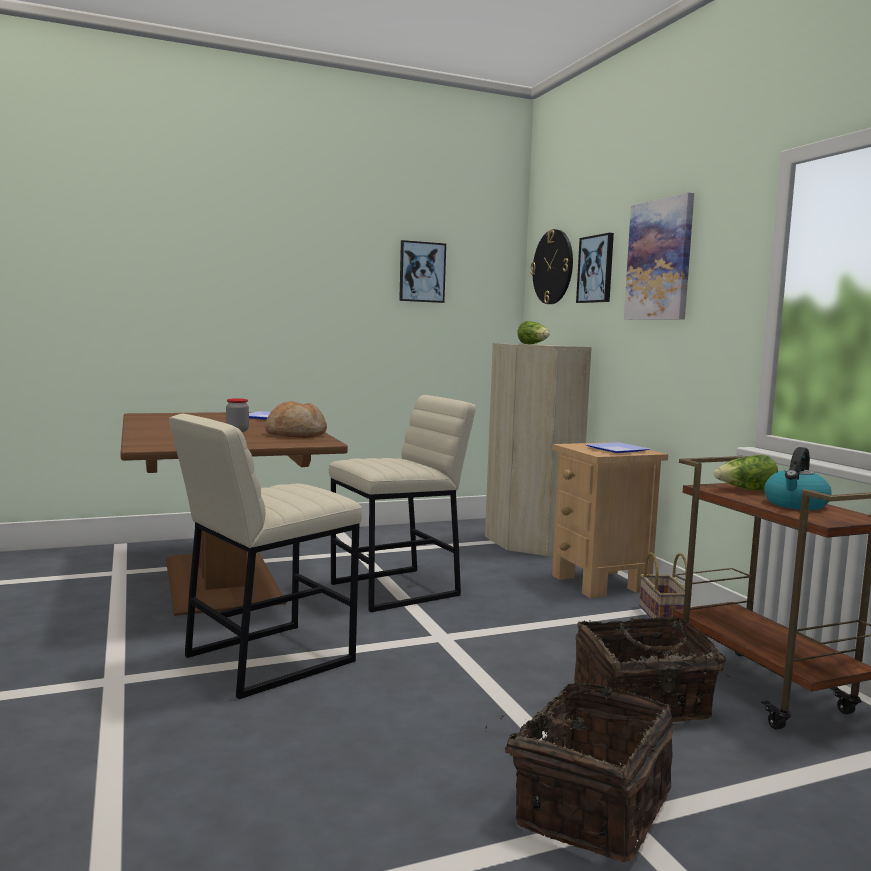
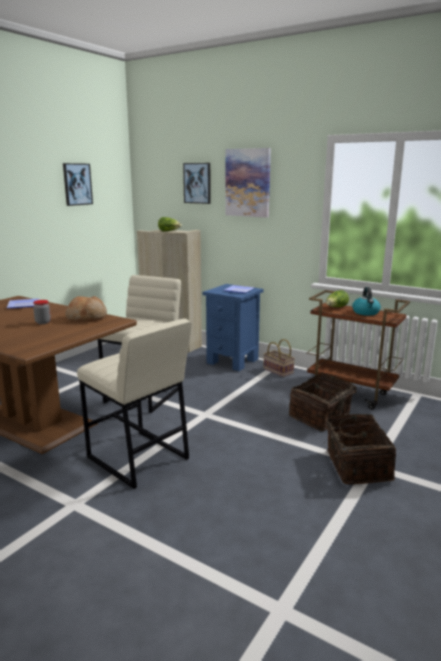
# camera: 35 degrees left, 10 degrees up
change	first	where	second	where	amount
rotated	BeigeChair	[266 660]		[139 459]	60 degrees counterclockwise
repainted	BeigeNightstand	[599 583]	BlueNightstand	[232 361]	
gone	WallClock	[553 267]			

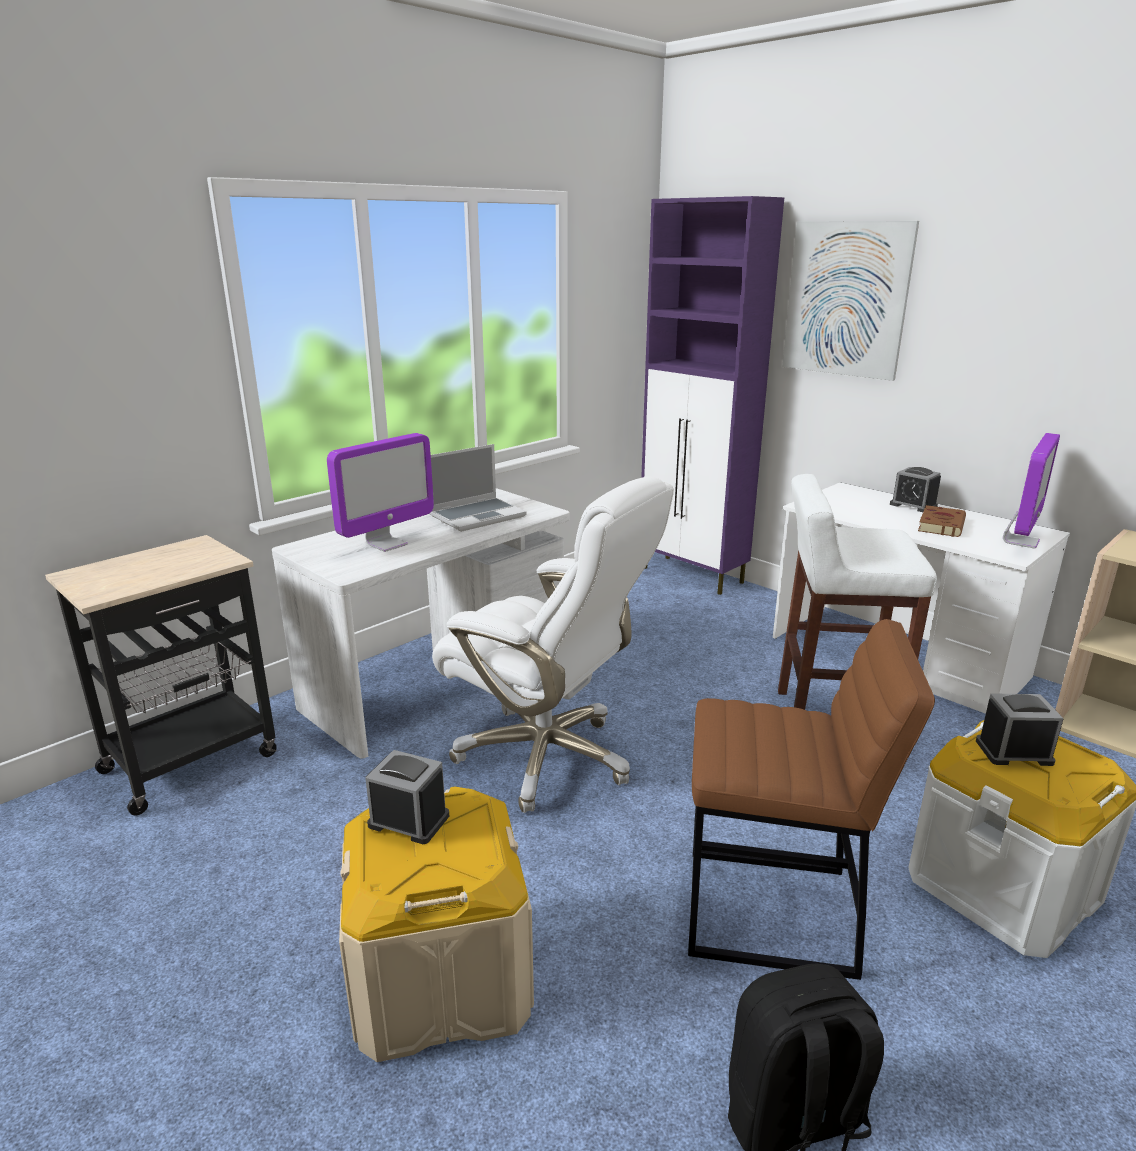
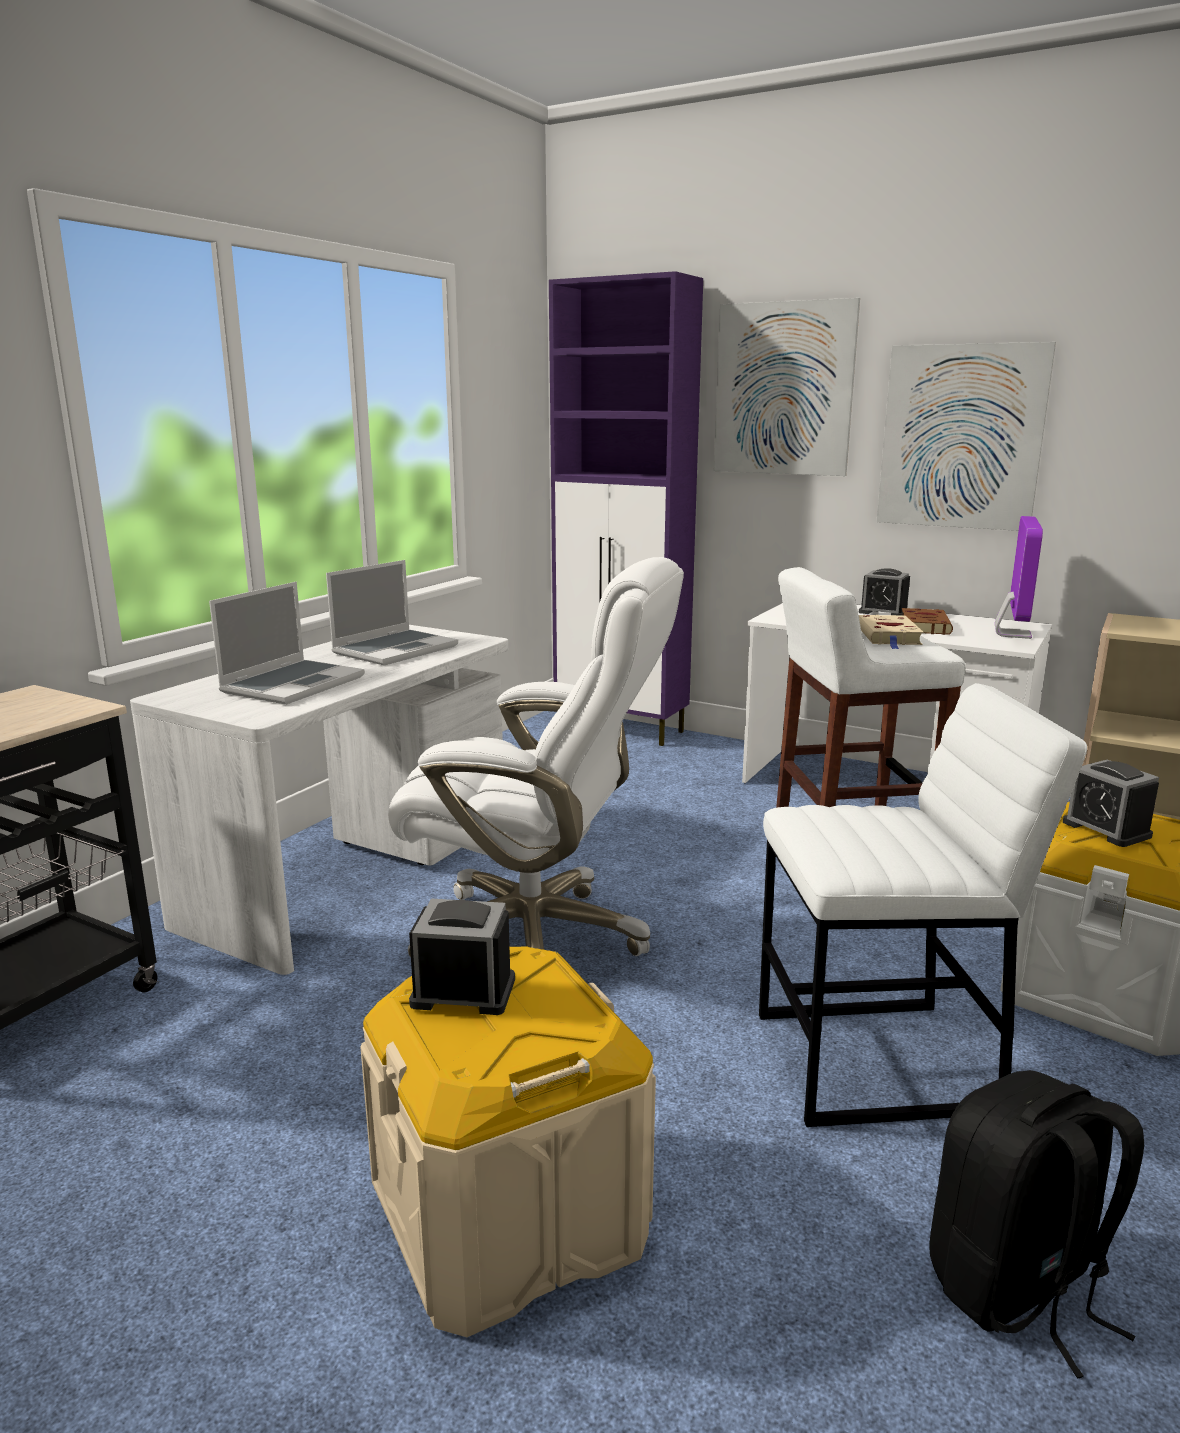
# camera: 15 degrees left, 5 degrees down
change	first	where	second	where	amount
swapped	Monitor	[387 544]	Laptop	[293 684]	
repainted	BrownChair	[775 911]	WhiteChair	[881 1060]	
new			BeigeBook	[888 636]	
new			Picture	[961 437]	
rotated	AlarmClock	[1014 752]		[1106 829]	105 degrees counterclockwise

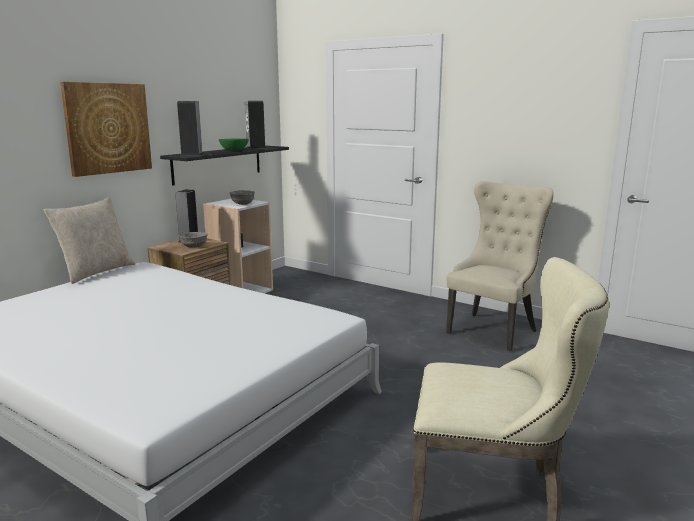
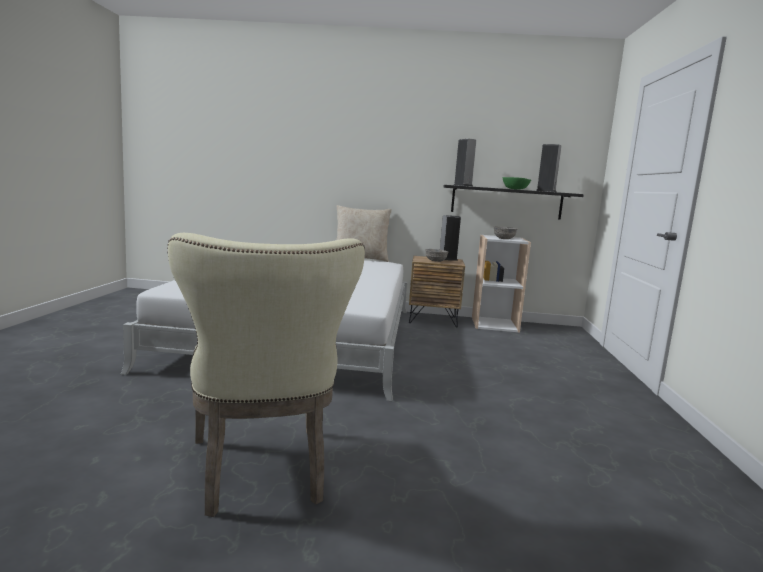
# camera: 60 degrees right, 5 degrees down
change	first	where	second	where	amount
gone	Picture	[108 128]			
gone	BeigeChair	[492 331]			

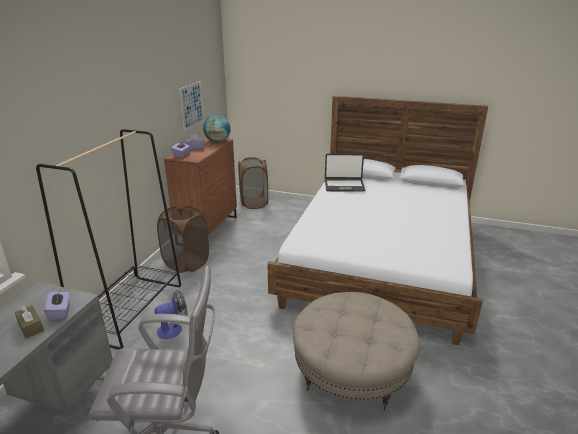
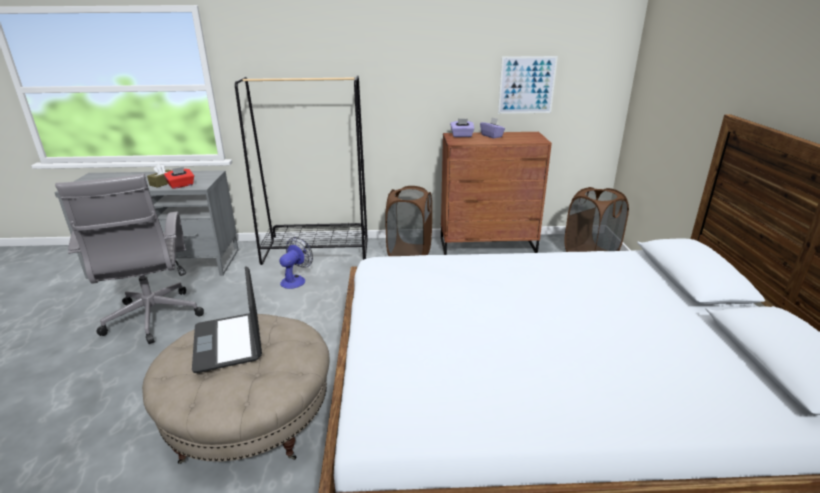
# camera: 70 degrees right, 0 degrees up
change	first	where	second	where	amount
repainted	PurpleTissueBox	[60 312]	RedTissueBox	[181 185]	
shifted	Laptop	[344 186]		[229 342]	
rotated	Fan	[174 329]		[296 280]	105 degrees counterclockwise
gone	Globe	[218 141]			

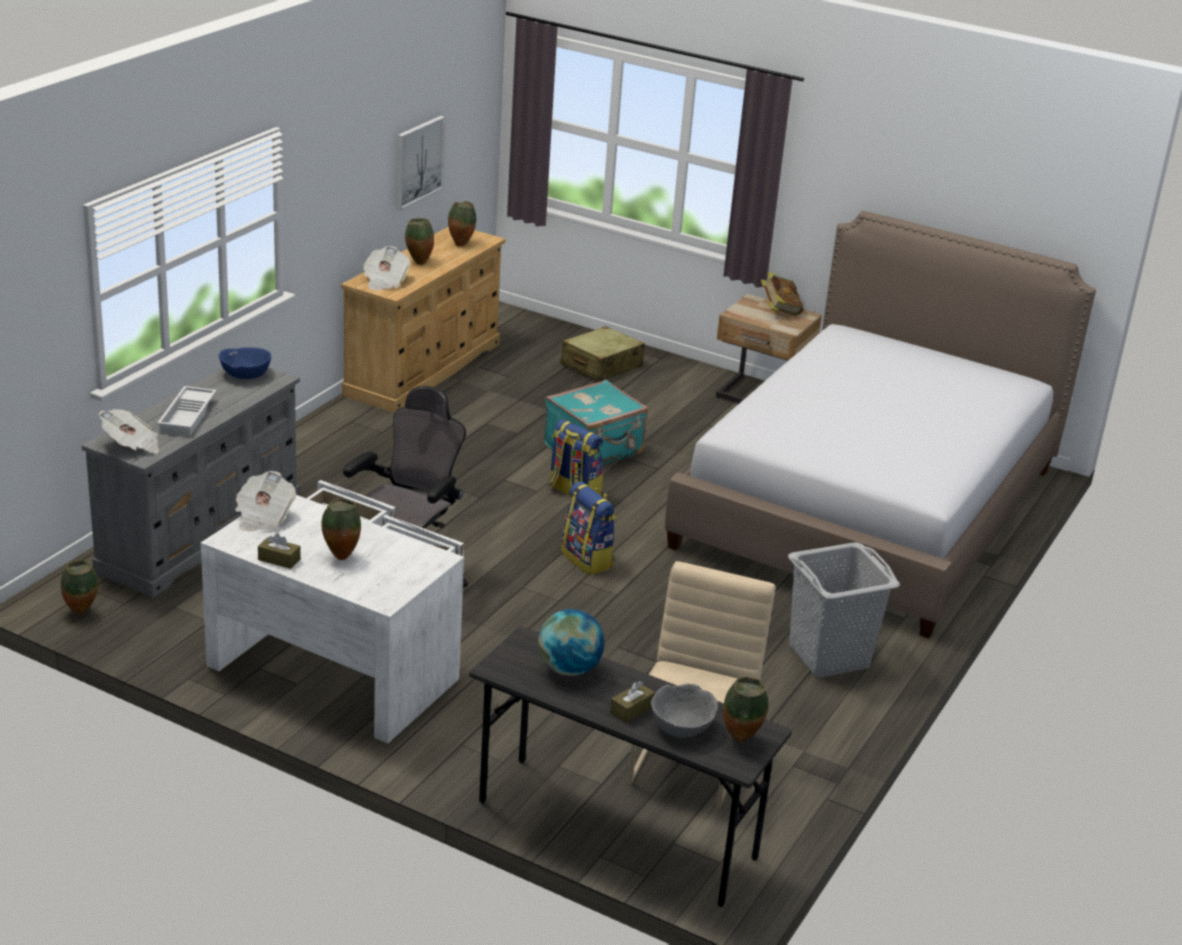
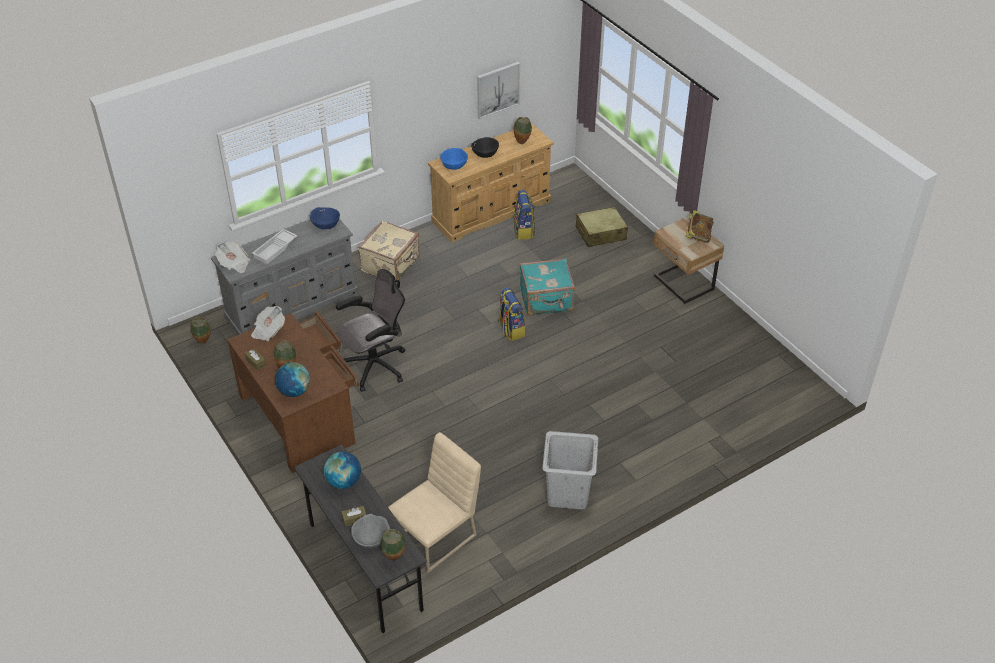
# camera: 30 degrees right, 15 degrees up
change	first	where	second	where	amount
repainted	WhiteDesk	[339 665]	BrownDesk	[302 415]	
new			Globe	[294 391]	
new			BeigeSuitcase	[391 264]	
swapped	Newspaper	[385 281]	BlueBowl	[454 165]	
swapped	Vase	[418 263]	BlackBowl	[485 153]	
shifted	Backpack	[588 560]		[524 231]	
gone	Bed	[868 507]			

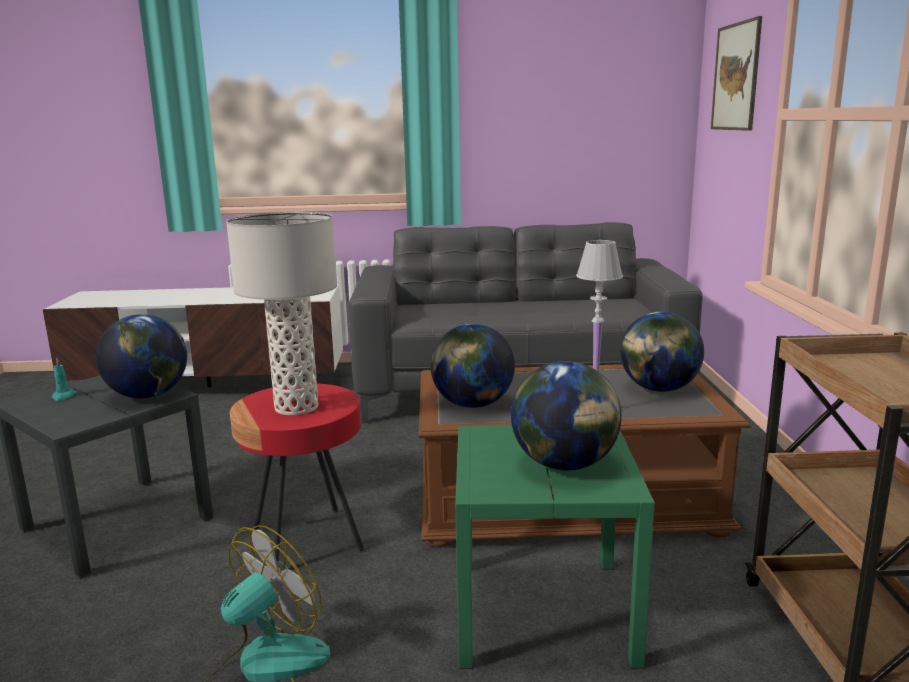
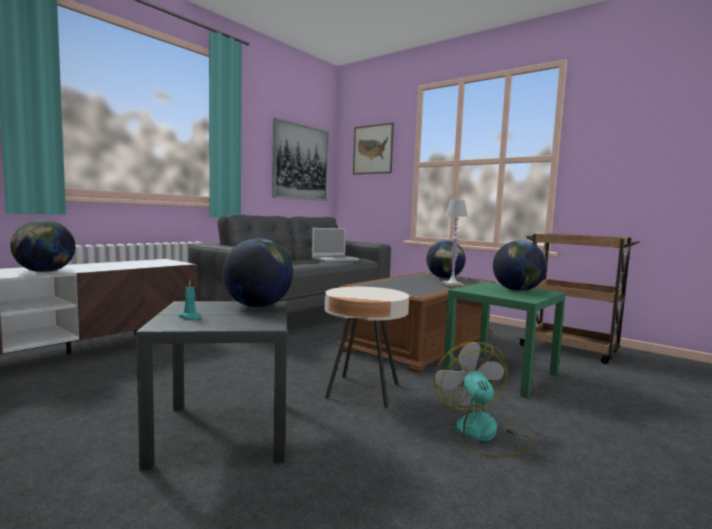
# camera: 50 degrees left, 10 degrees down
change	first	where	second	where	amount
shifted	Globe	[472 405]		[44 272]	
new			Picture	[300 162]	
new			Laptop	[335 259]	
repainted	RedSideTable	[307 540]	BeigeSideTable	[363 391]	
gone	WhiteTableLamp	[295 407]			

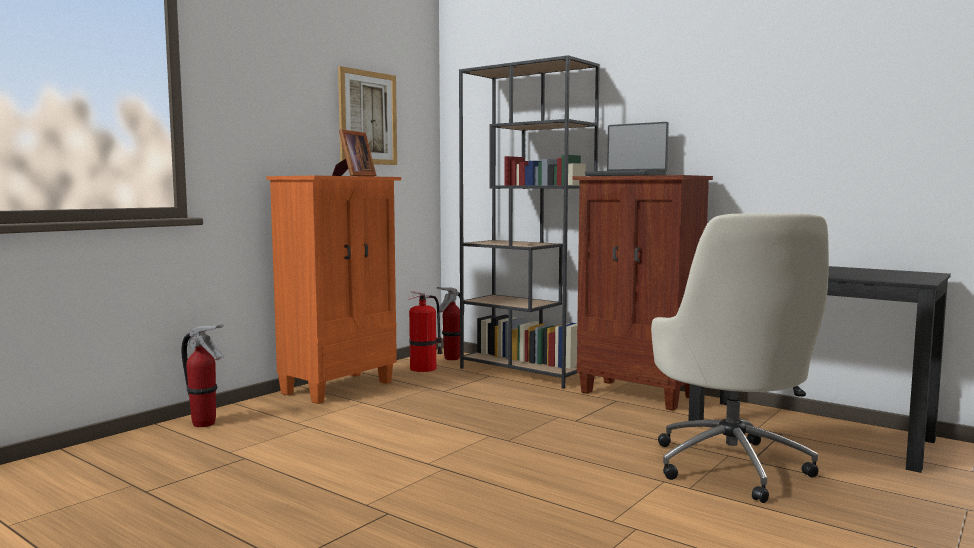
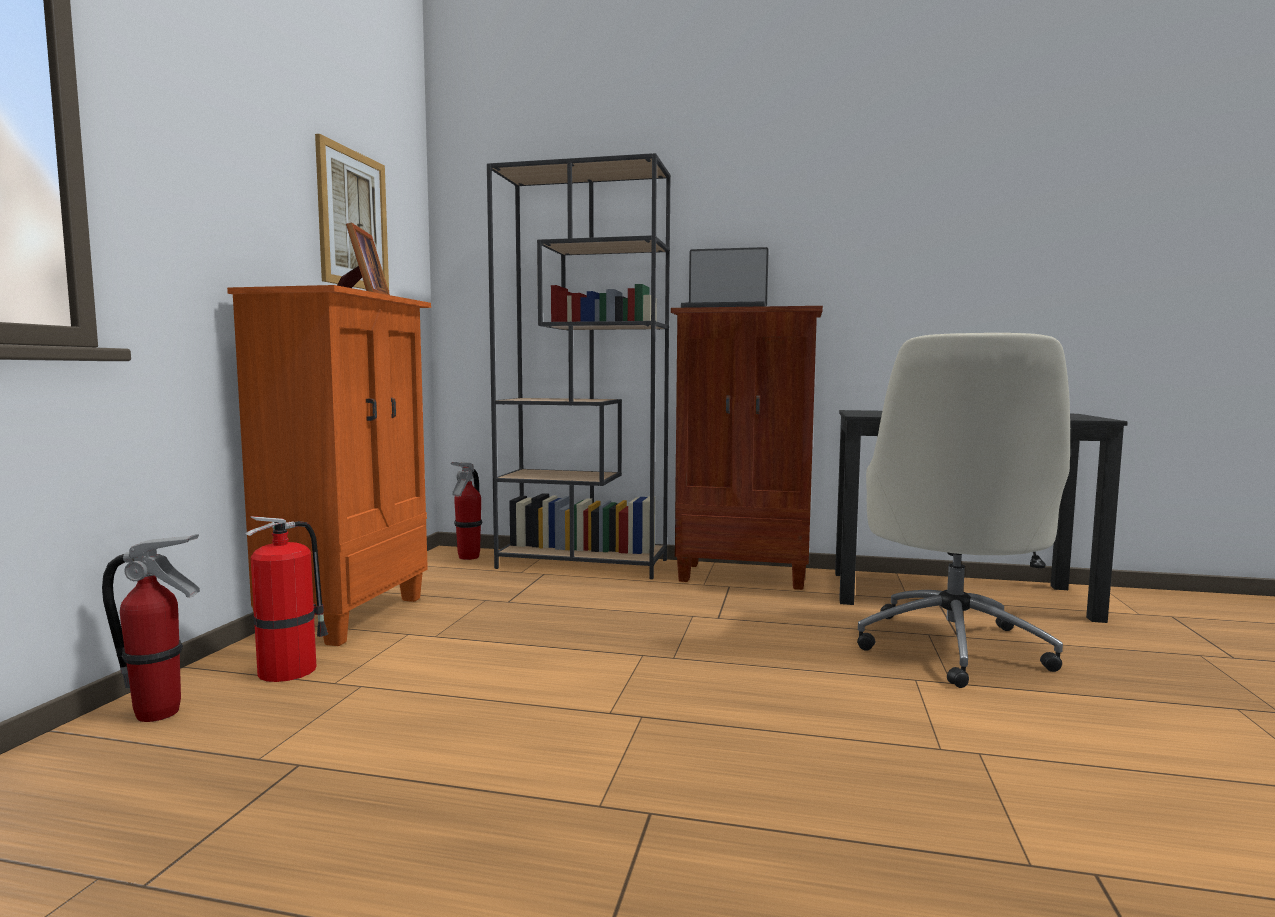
# camera: 25 degrees left, 0 degrees up
change	first	where	second	where	amount
shifted	FireExtinguisher	[424 368]		[290 669]	
rotated	BeigeOfficeChair	[731 467]		[952 648]	45 degrees clockwise

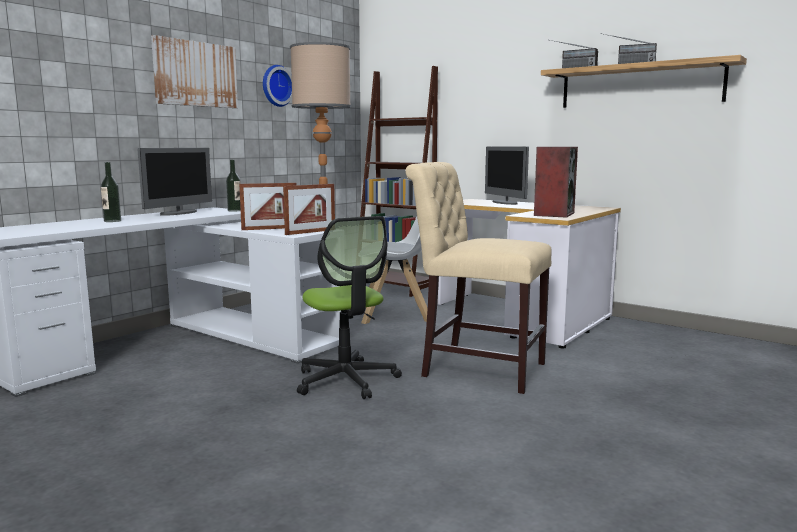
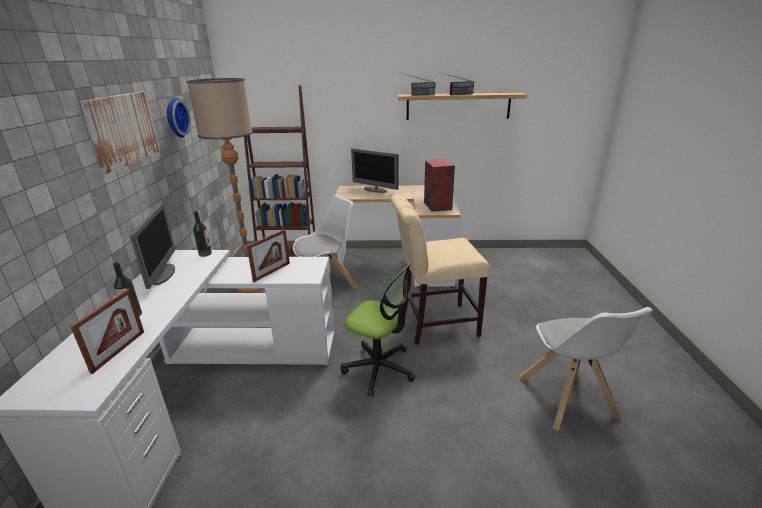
# camera: 35 degrees left, 15 degrees up
change	first	where	second	where	amount
shifted	PictureFrame	[310 232]		[119 351]	
new			Chair	[568 399]	

